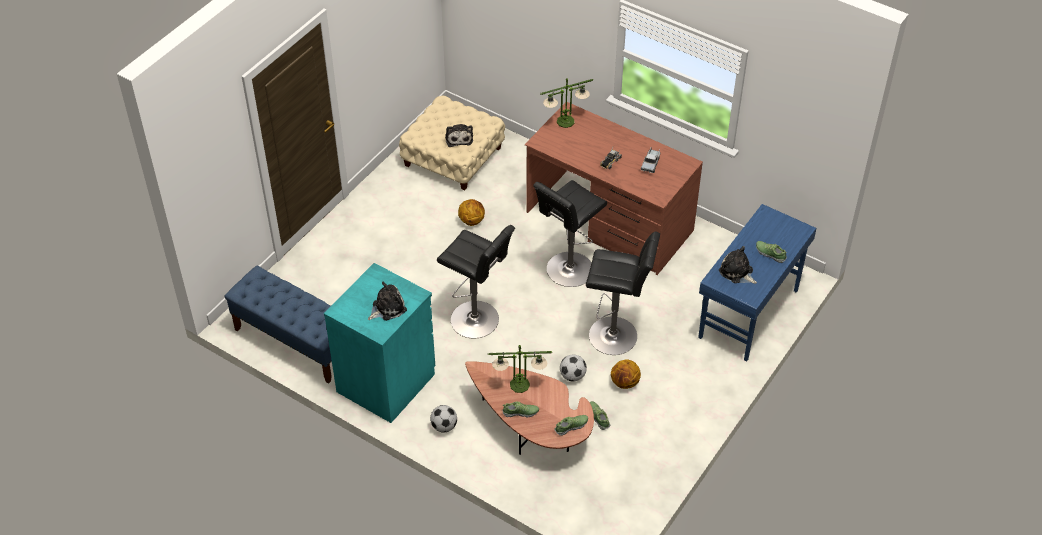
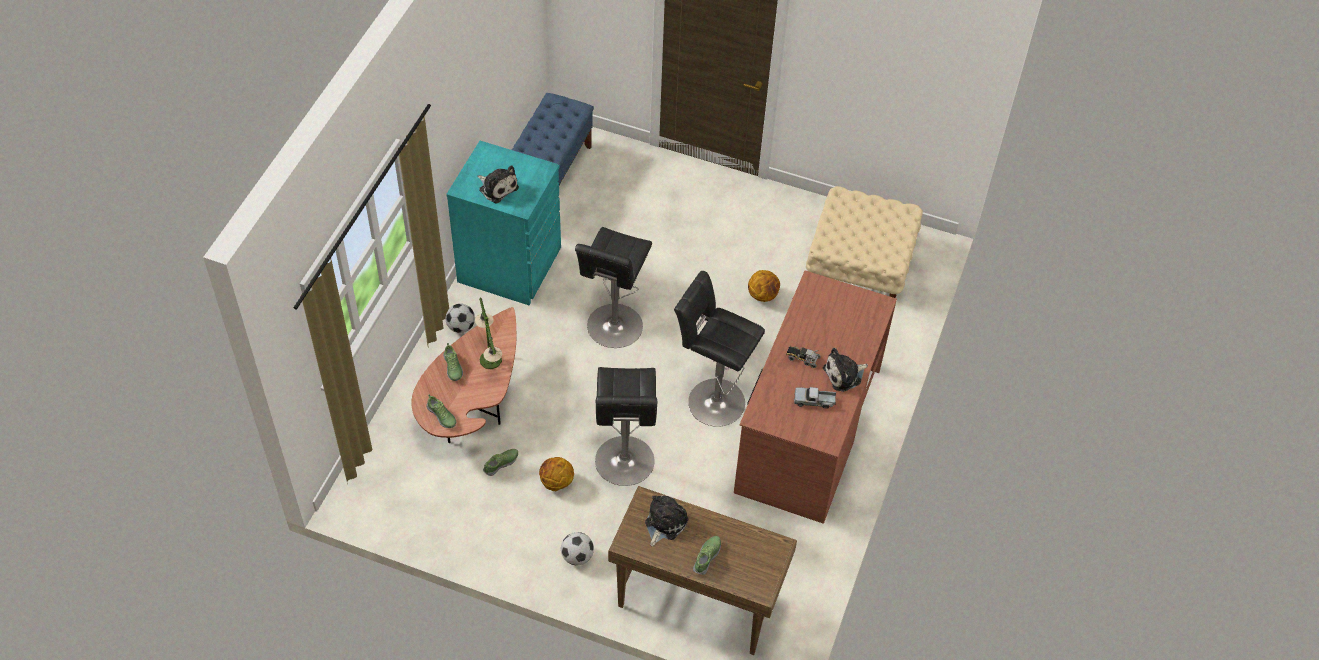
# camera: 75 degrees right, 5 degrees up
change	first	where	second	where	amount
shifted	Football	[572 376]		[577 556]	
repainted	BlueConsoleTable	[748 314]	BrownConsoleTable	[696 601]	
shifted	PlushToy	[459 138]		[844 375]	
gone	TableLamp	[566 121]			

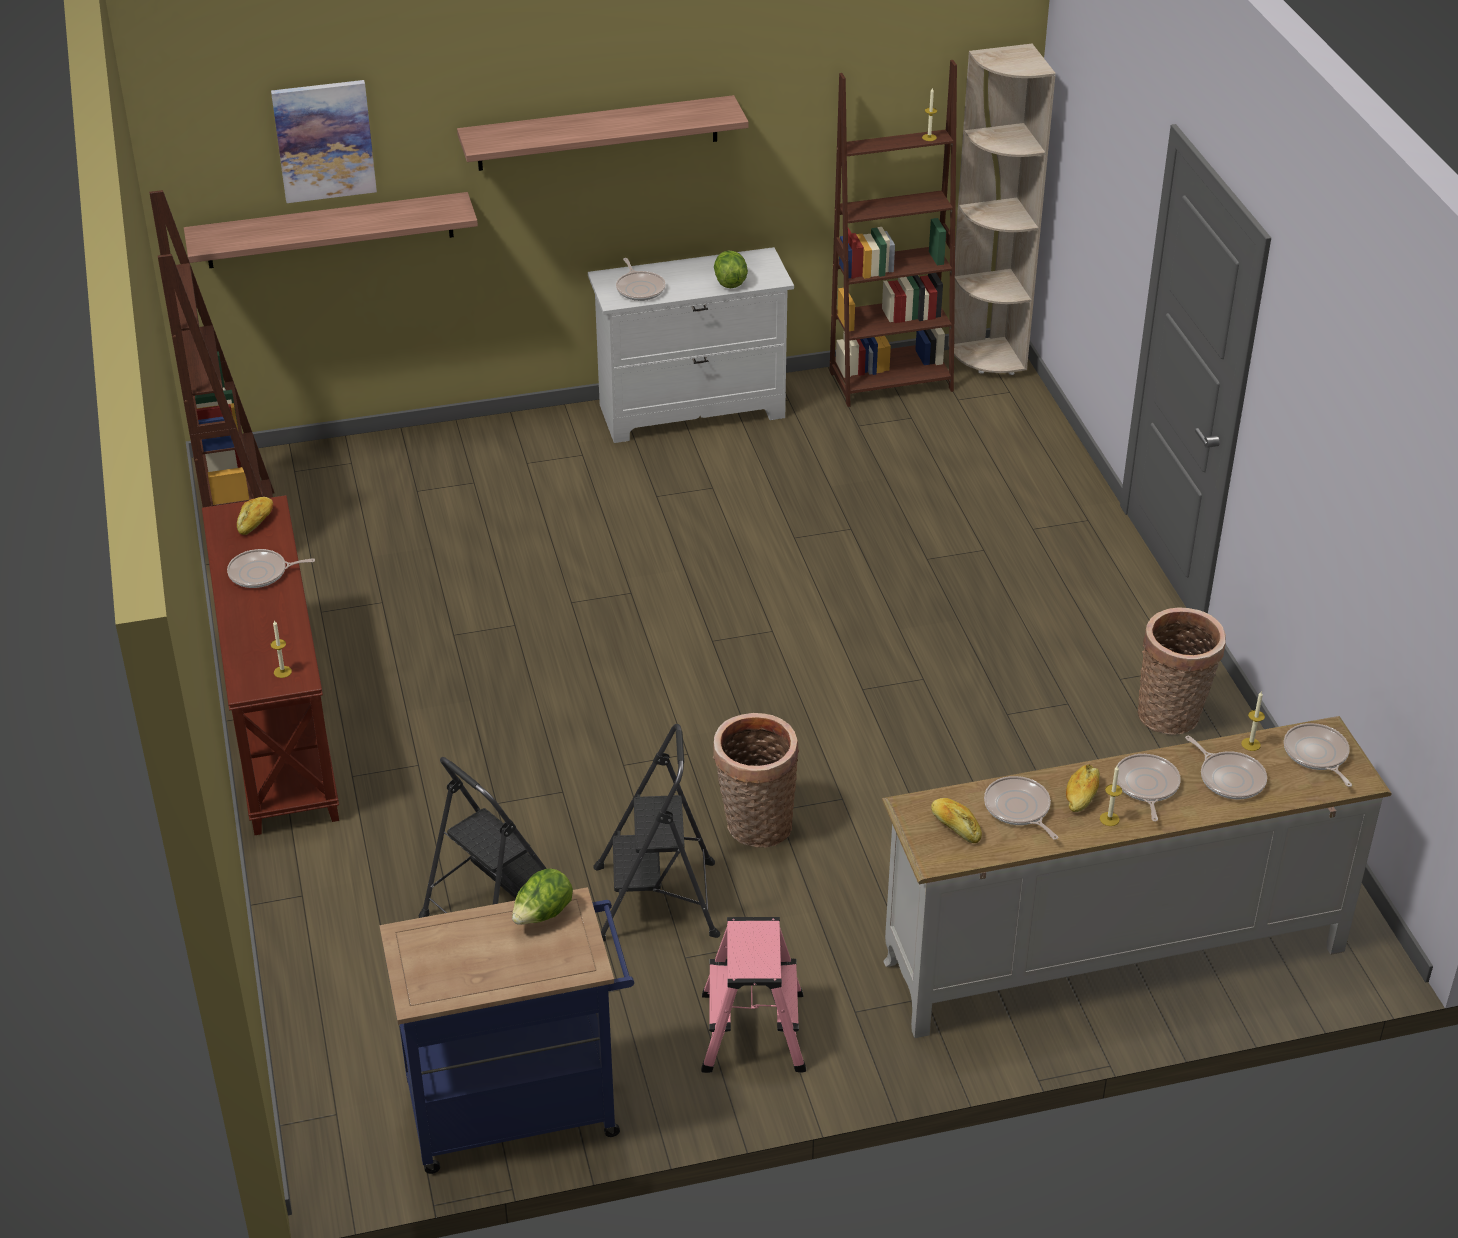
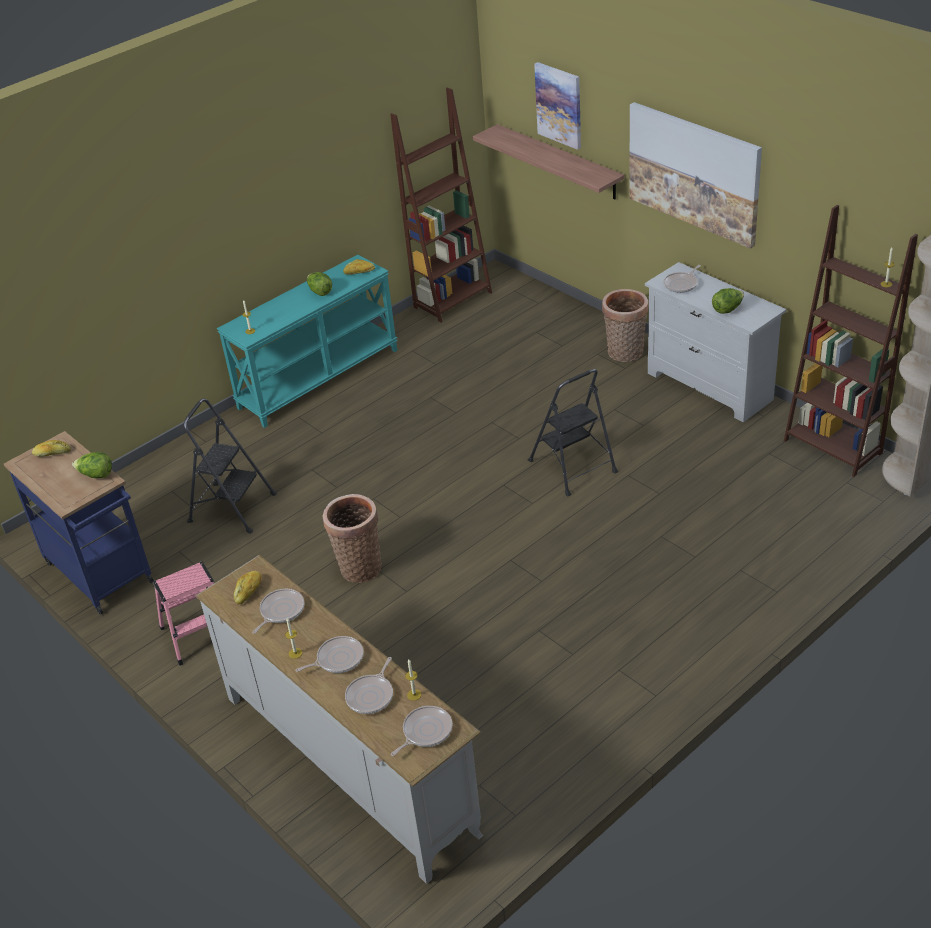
# camera: 65 degrees right, 0 degrees up
change	first	where	second	where	amount
shifted	Bread	[1082 794]		[52 453]	
repainted	BrownConsoleTable	[278 724]	TurquoiseConsoleTable	[318 378]	
swapped	FryingPan	[261 573]	Lettuce	[320 292]	
shifted	BlackStepLadder	[660 900]		[573 467]	
shifted	Basket	[1172 716]		[625 353]	
swapped	Shelf	[598 133]	Picture	[694 173]	

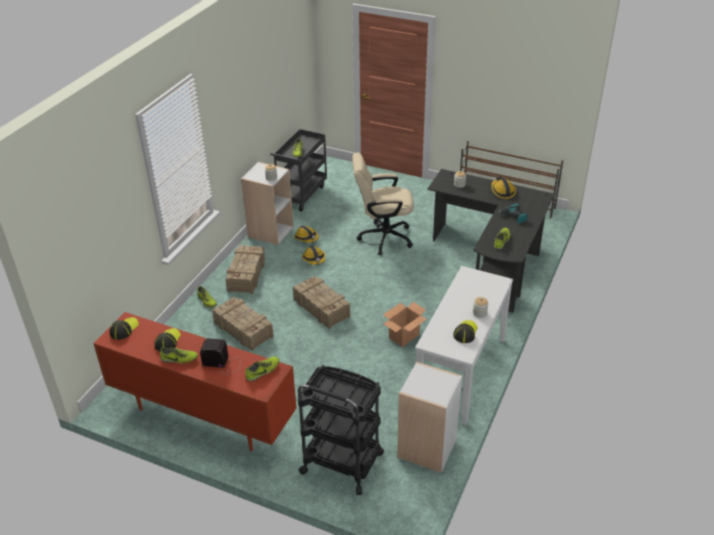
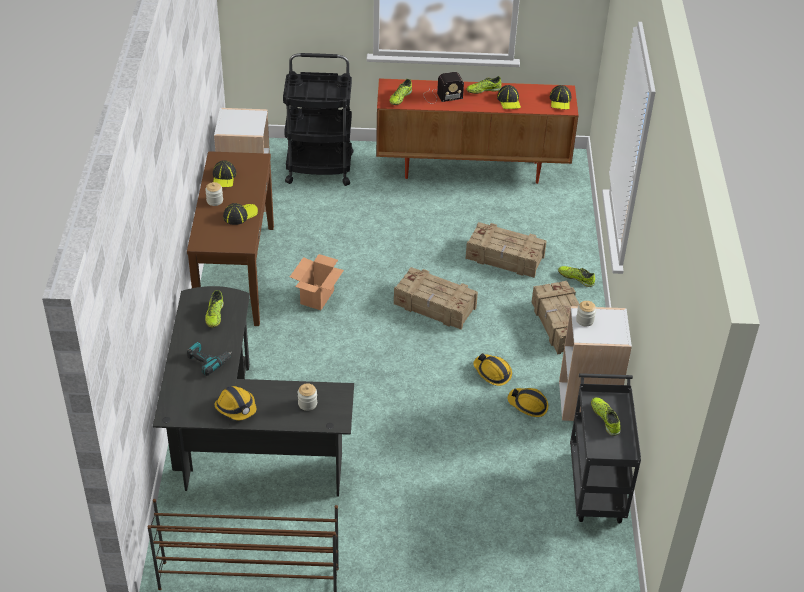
# camera: 155 degrees right, 5 degrees up
change	first	where	second	where	amount
repainted	WhiteConsoleTable	[461 372]	BrownConsoleTable	[235 273]	
new			Cap	[240 215]	
gone	BeigeOfficeChair	[382 238]			

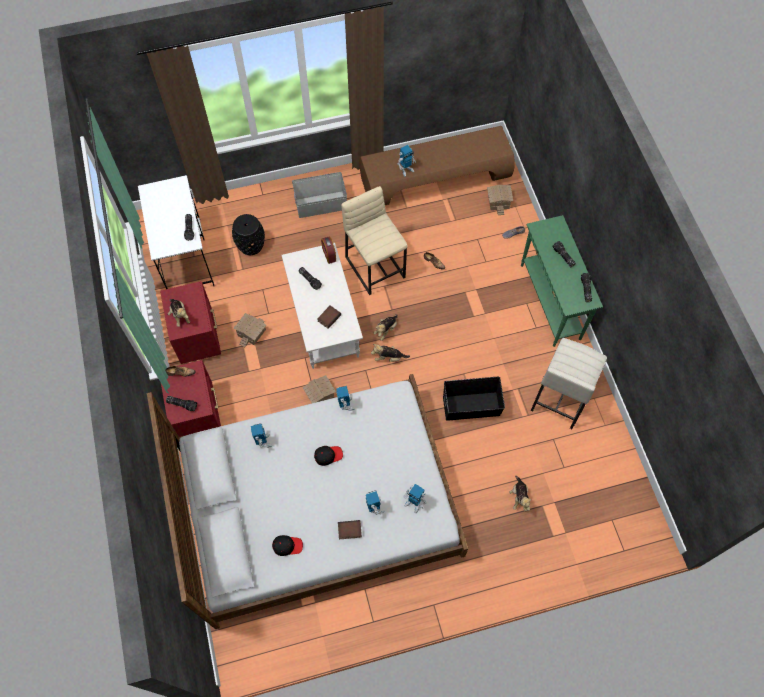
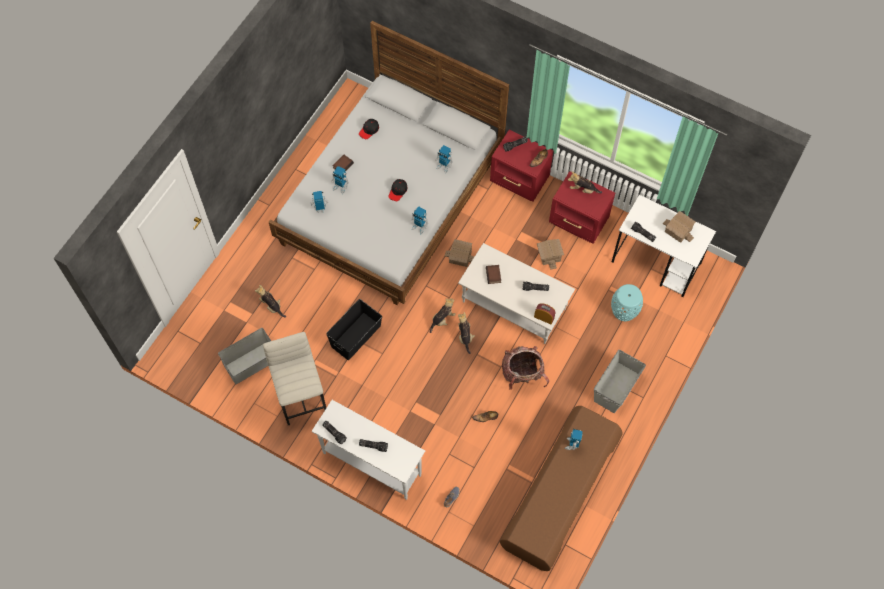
# camera: 135 degrees right, 0 degrees up
change	first	where	second	where	amount
new			GreyStorageBox	[252 363]	
repainted	GreenConsoleTable	[551 302]	WhiteConsoleTable	[371 464]	
swapped	BeigeStool	[375 267]	Backpack	[522 375]	
repainted	BlackStool	[251 245]	TurquoiseStool	[624 311]	
shifted	ToyHouse	[497 201]		[678 230]	

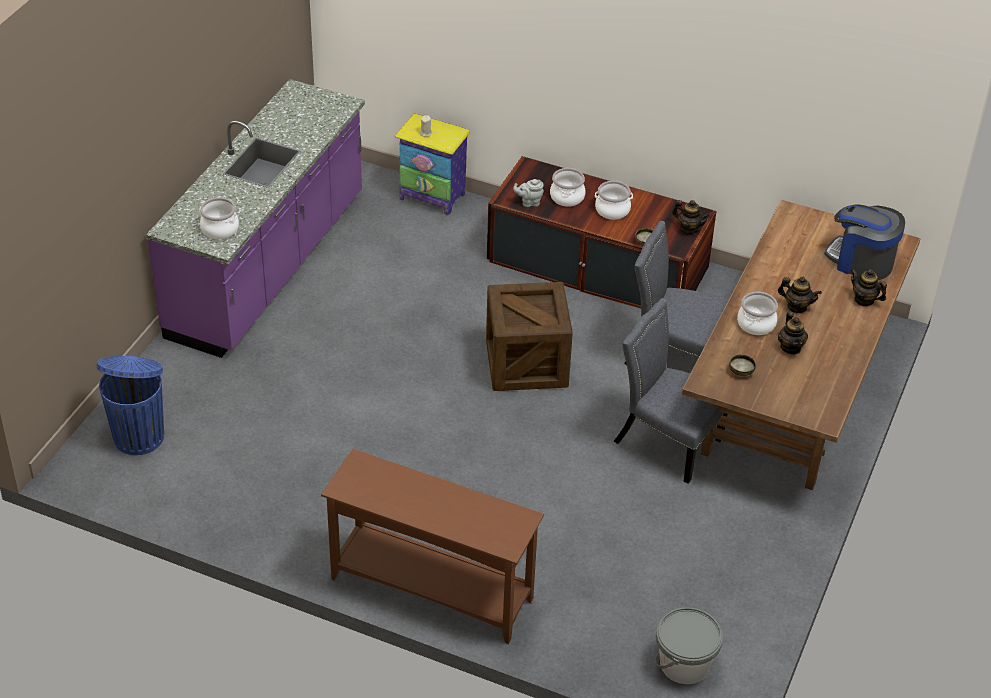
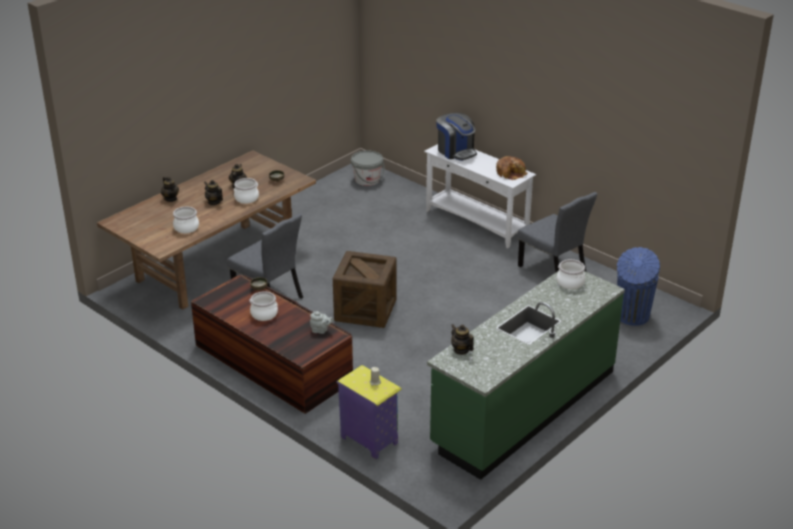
# camera: 160 degrees left, 10 degrees down
change	first	where	second	where	amount
shifted	CookingPot	[566 197]		[186 228]	
repainted	BrownConsoleTable	[430 589]	WhiteConsoleTable	[477 223]	
repainted	PurpleCounter	[268 267]	GreenCounter	[523 408]	
shifted	CoffeeMachine	[861 261]		[456 151]	
shifted	Teapot	[689 229]		[461 350]	
new			Bread	[511 173]	
shifted	GreyChair	[668 444]		[552 269]	

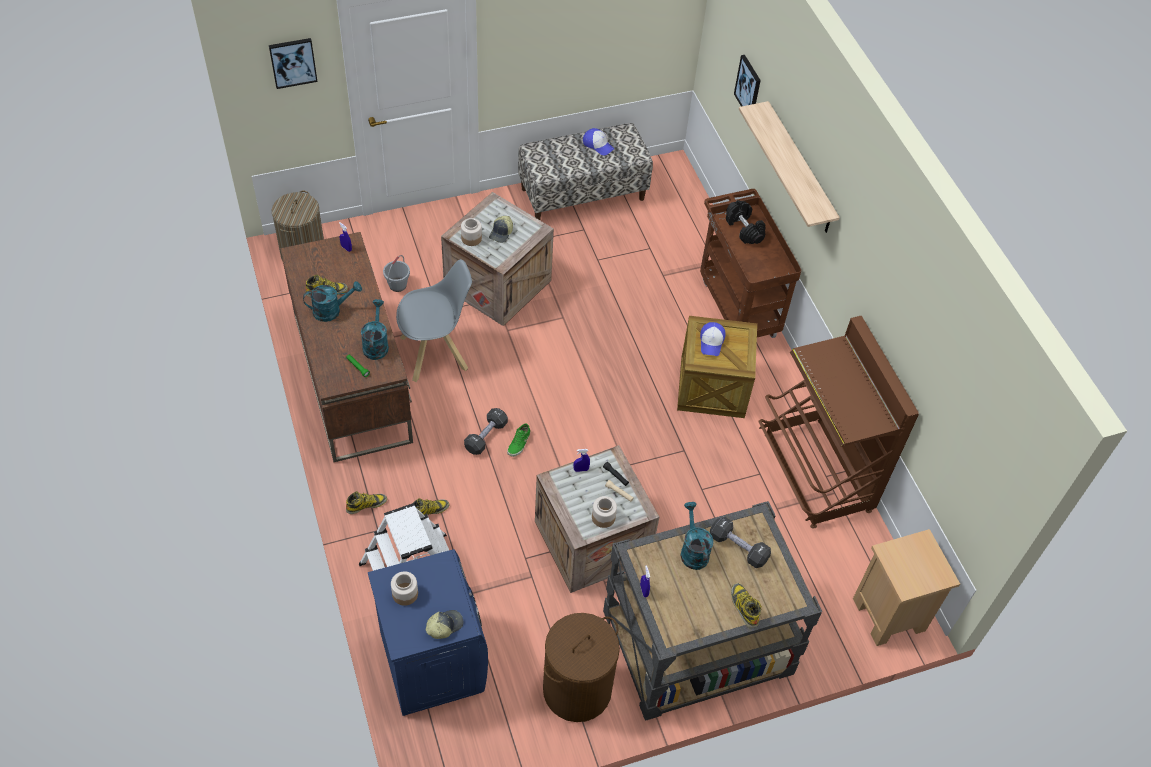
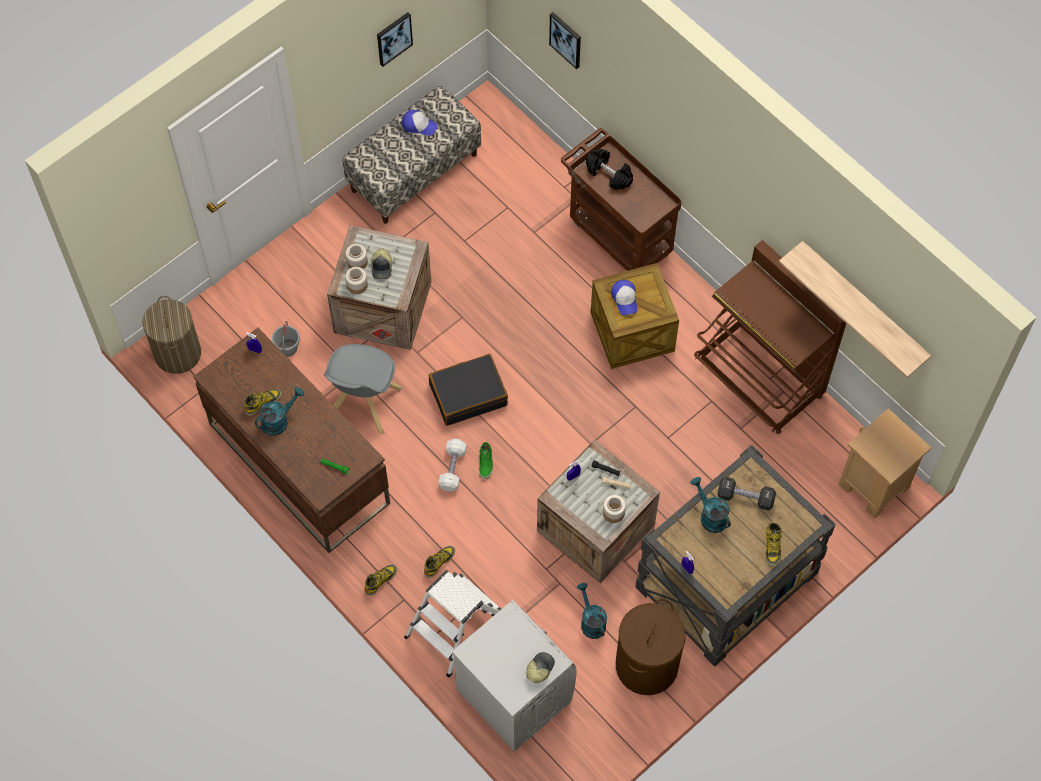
# camera: 20 degrees left, 10 degrees up
change	first	where	second	where	amount
rotated	GreyChair	[436 353]		[363 404]	150 degrees clockwise
shifted	Jar	[405 593]		[357 262]	
shifted	Picture	[293 62]		[393 38]	
new			BlackSuitcase	[468 394]	
repainted	BlackDumbbell	[486 436]	WhiteDumbbell	[452 469]	
repainted	BlueWashingMachine	[432 662]	WhiteWashingMachine	[514 695]	
shifted	TurquoiseWateringCan	[376 344]		[591 621]	
rotated	Boot	[744 606]		[772 547]	135 degrees counterclockwise
shifted	Shelf	[799 169]		[863 305]	

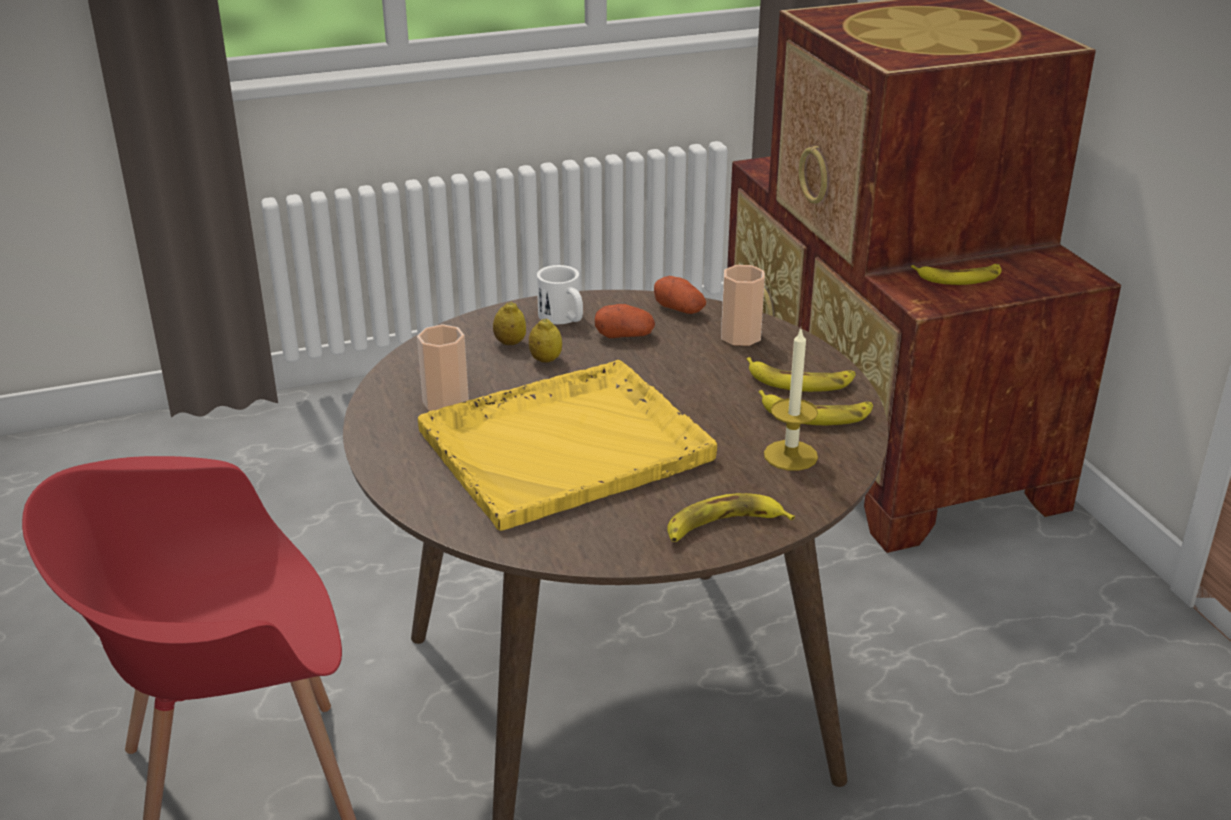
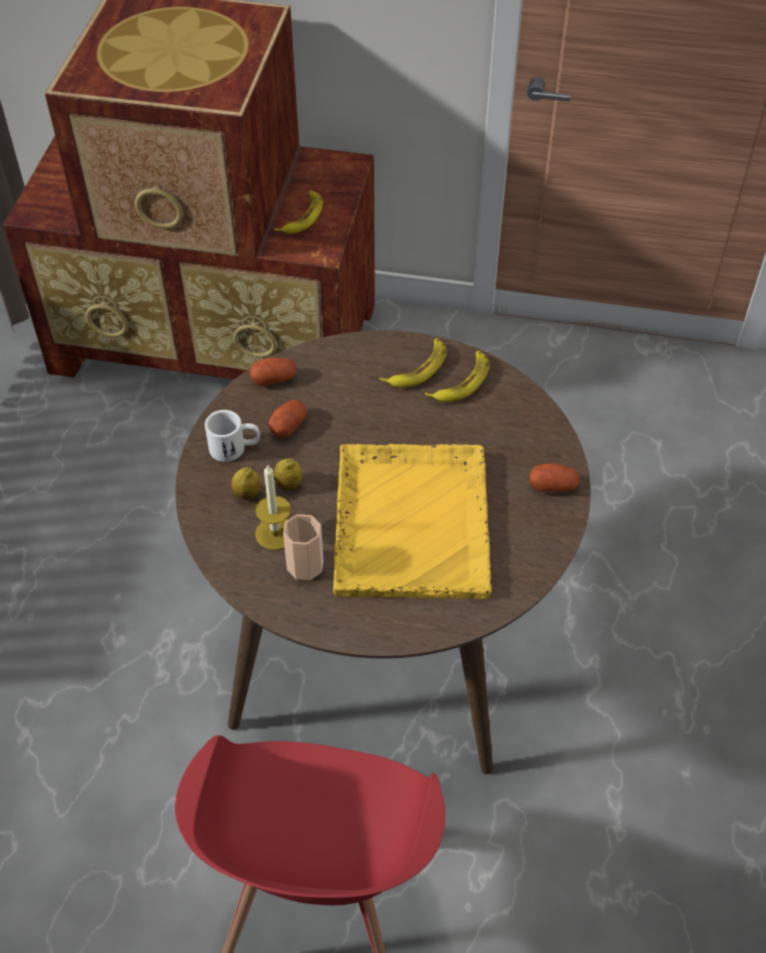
# camera: 60 degrees left, 20 degrees up
change	first	where	second	where	amount
shifted	Candle	[790 455]		[275 533]	
swapped	Banana	[723 526]	Potato	[553 486]	
gone	Cup	[740 336]			

